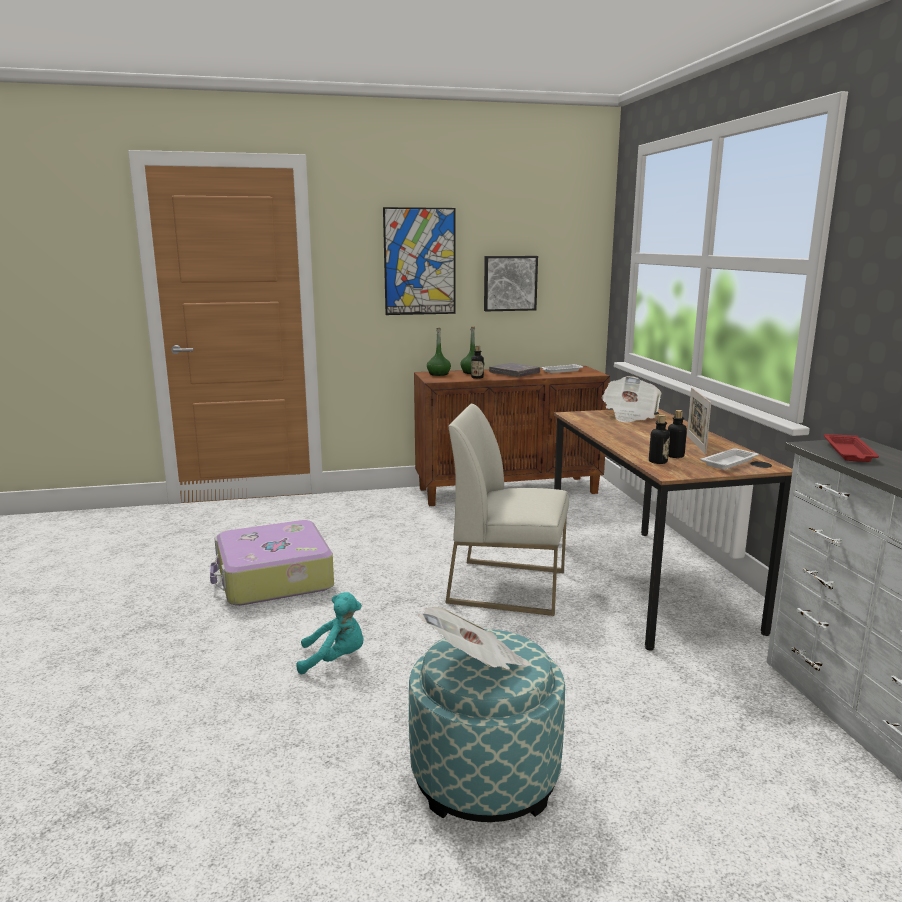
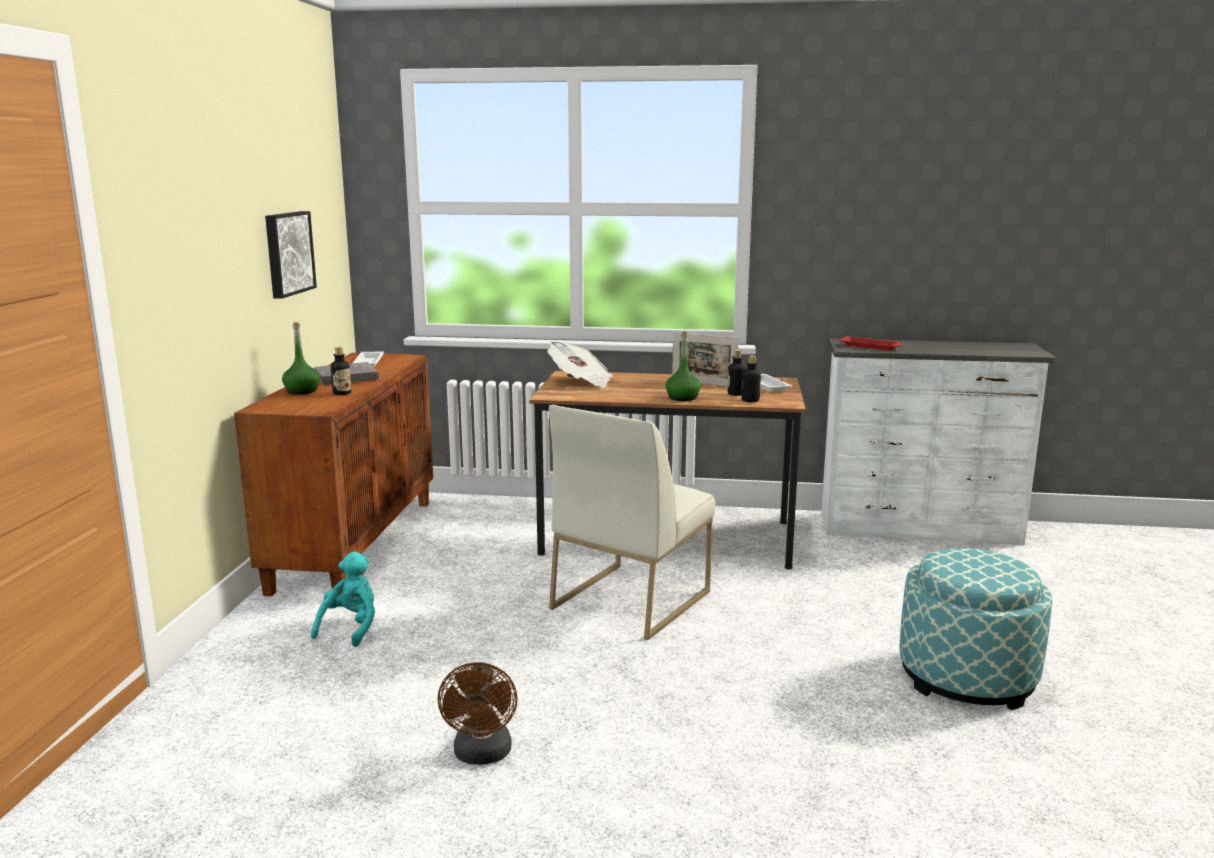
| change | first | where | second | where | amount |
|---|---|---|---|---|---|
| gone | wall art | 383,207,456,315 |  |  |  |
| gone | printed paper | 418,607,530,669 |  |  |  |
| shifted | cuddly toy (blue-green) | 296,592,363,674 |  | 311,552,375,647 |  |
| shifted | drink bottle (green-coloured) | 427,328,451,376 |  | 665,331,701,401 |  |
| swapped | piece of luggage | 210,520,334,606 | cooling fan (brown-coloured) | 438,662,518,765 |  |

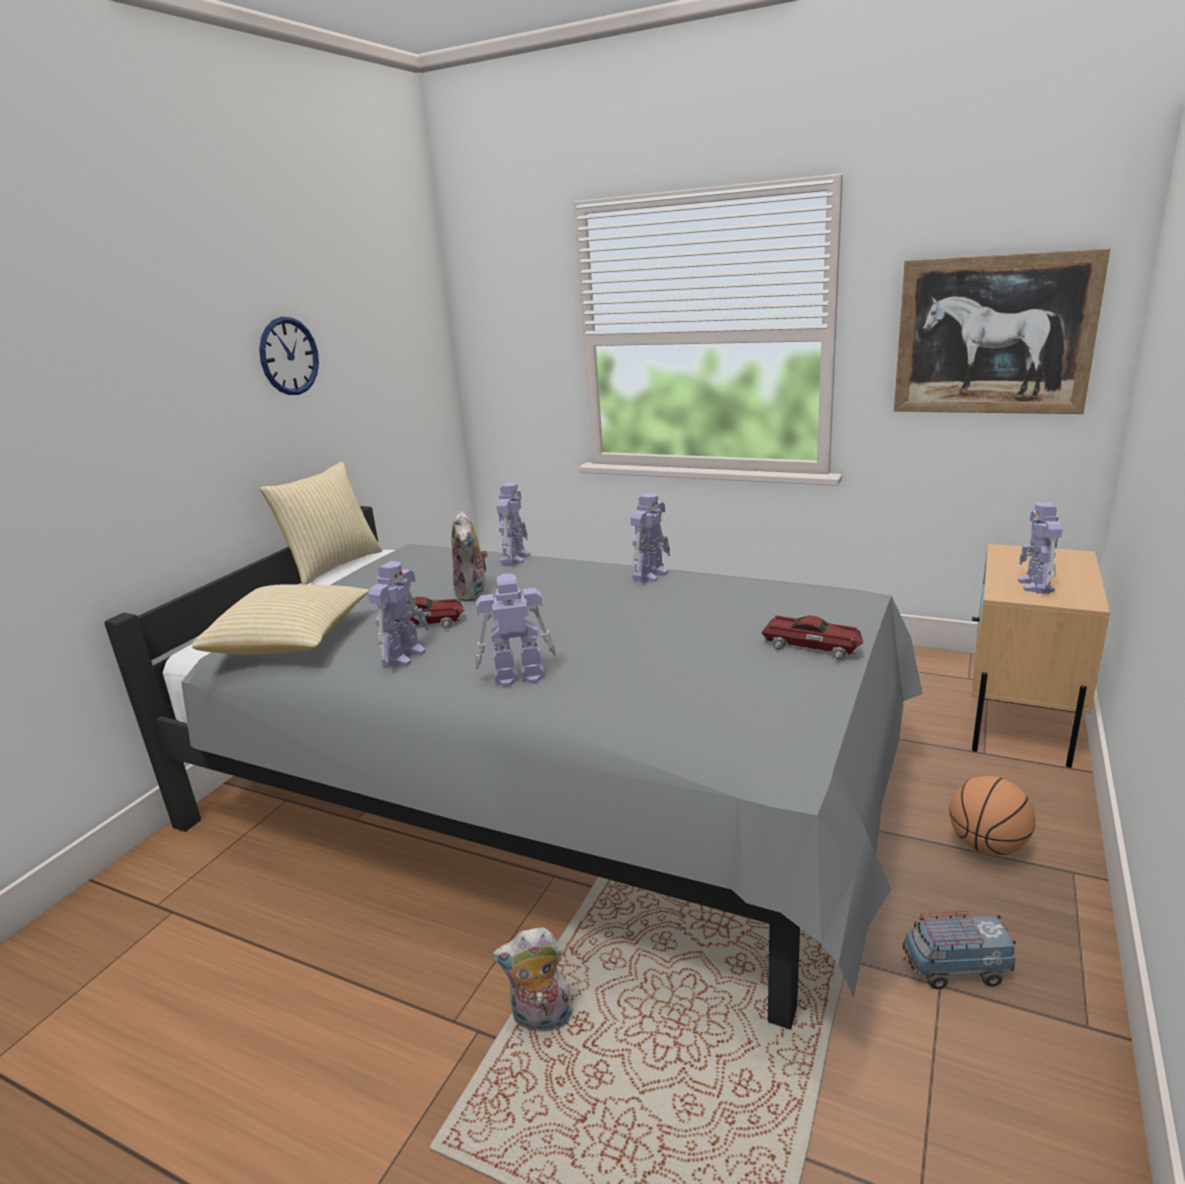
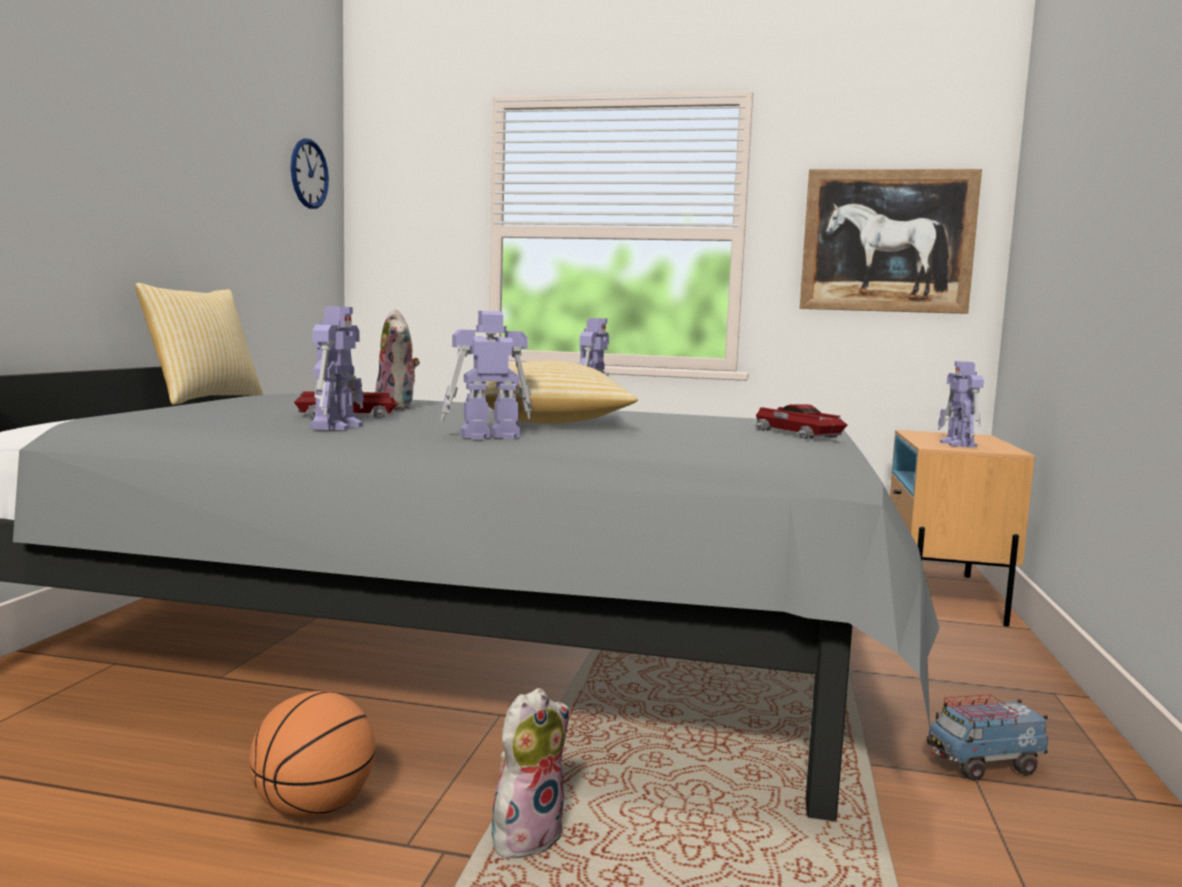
| change | first | where | second | where | amount |
|---|---|---|---|---|---|
| gone | toy robot | 496,483,531,565 |  |  |  |
| shifted | pillow | 192,584,369,654 |  | 483,360,638,424 |  |
| shifted | hanging clock | 259,317,319,395 |  | 291,139,329,209 |  |
| shifted | basketball ball | 949,776,1036,856 |  | 249,691,375,818 |  |
| rotated | cuddly toy | 493,927,576,1032 |  | 491,688,569,858 | 150 degrees clockwise |
| rotated | miniature car | 761,615,864,660 |  | 754,404,847,439 | 135 degrees counterclockwise |

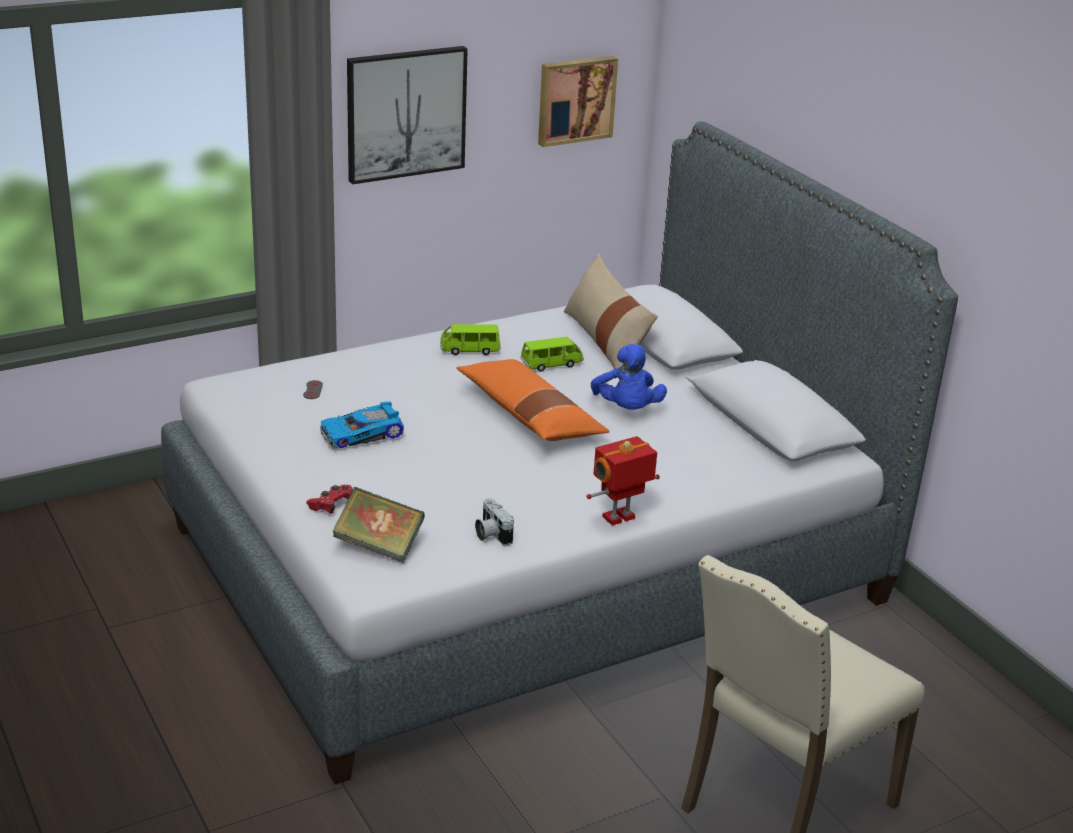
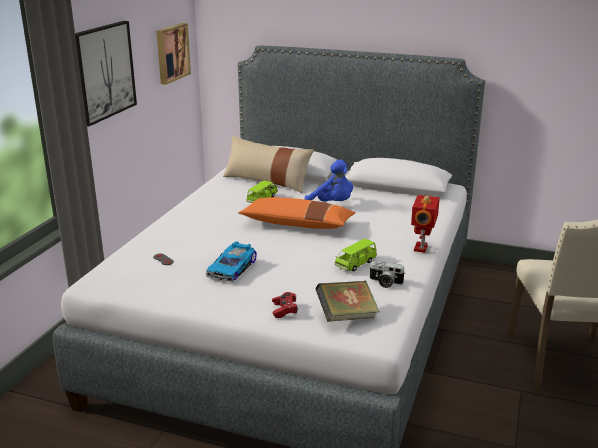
| change | first | where | second | where | amount |
|---|---|---|---|---|---|
| shifted | miniature car (green-coloured) | 440,324,501,355 |  | 334,239,377,271 |  |

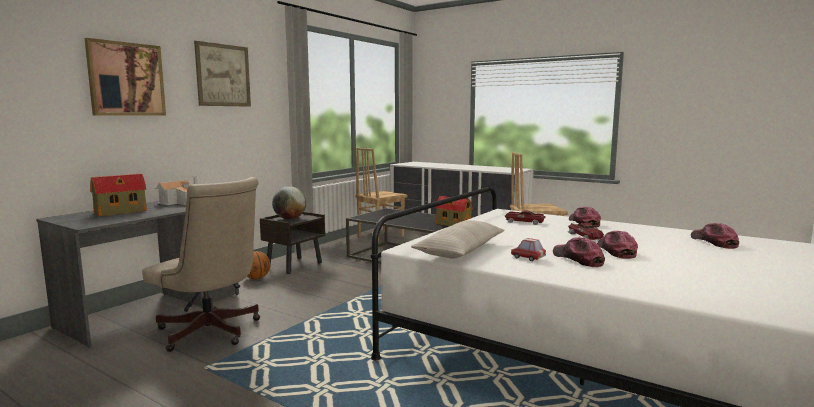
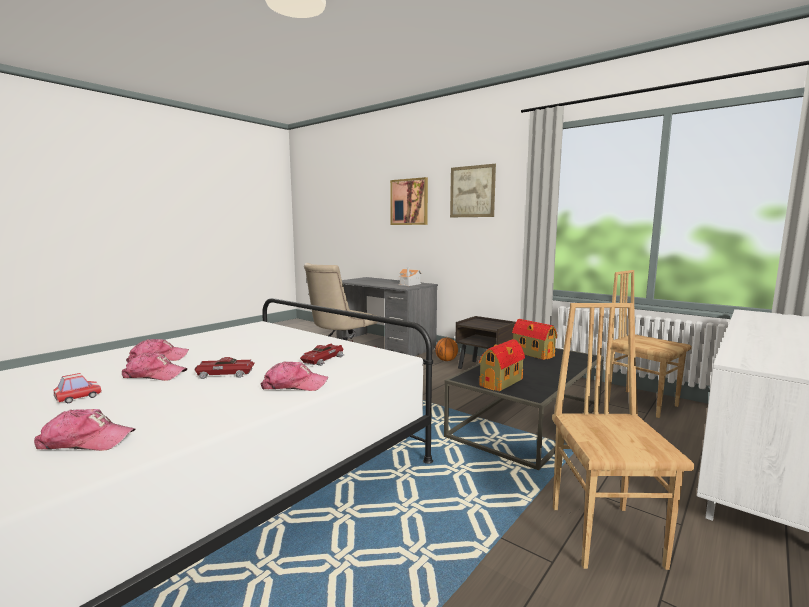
| change | first | where | second | where | amount |
|---|---|---|---|---|---|
| gone | desk globe | 272,186,306,220 |  |  |  |
| gone | pillow (beige) | 411,220,505,259 |  |  |  |
| shifted | model house | 90,174,147,216 |  | 512,319,557,360 |  |
| shifted | miniature car | 511,238,546,261 |  | 54,373,102,403 |  |

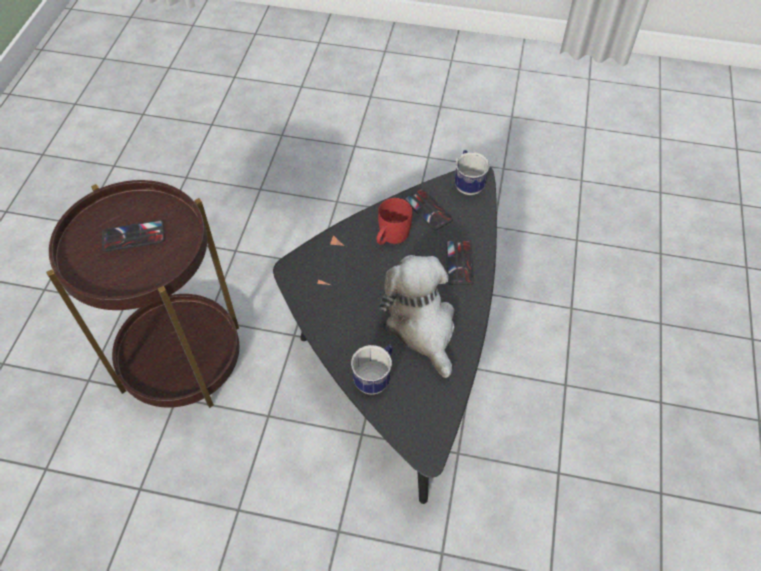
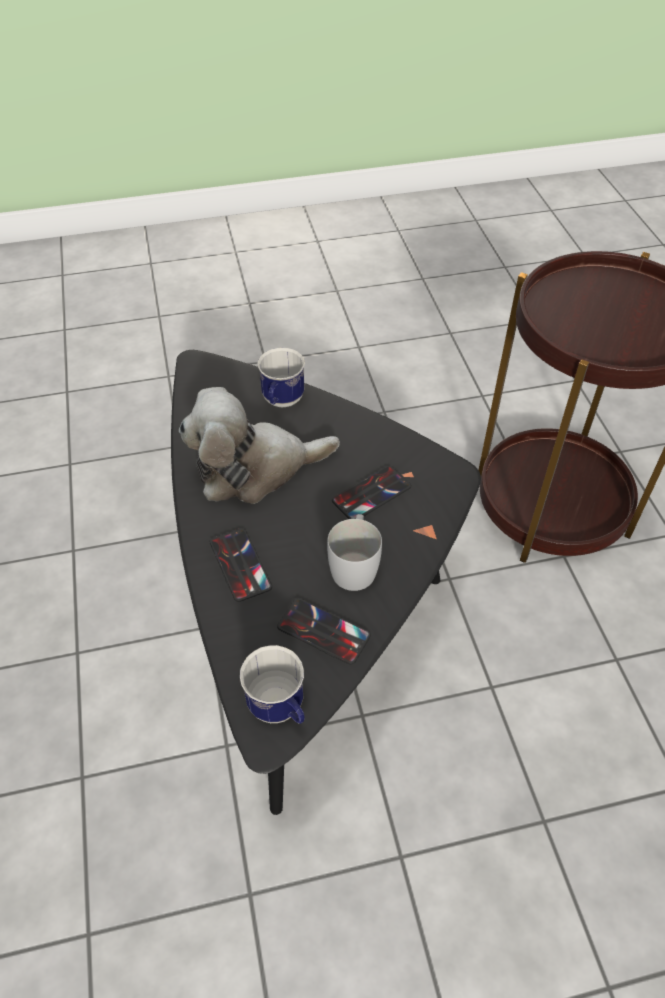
| change | first | where | second | where | amount |
|---|---|---|---|---|---|
| shifted | telephone | 102,220,165,252 |  | 332,465,411,519 |  |
| repainted | coffee mug (reddish) | 377,198,412,245 | coffee mug (white) | 327,514,382,591 |  |
| rotated | cuddly toy | 379,255,454,378 |  | 179,387,340,504 | 120 degrees clockwise |

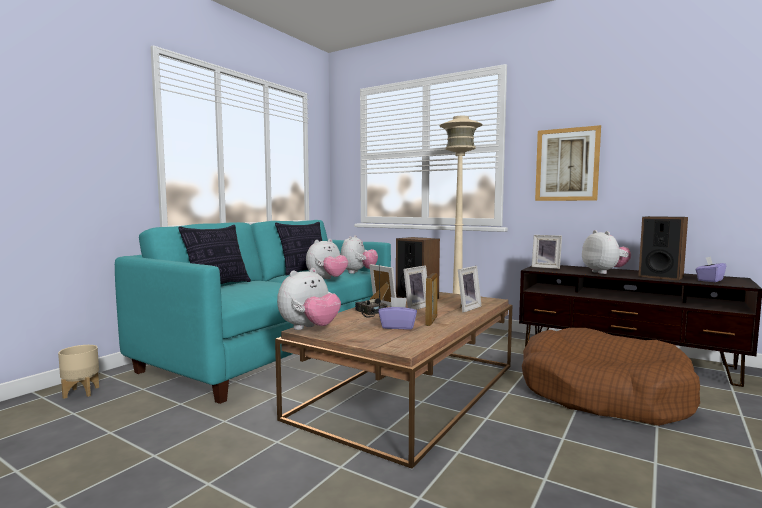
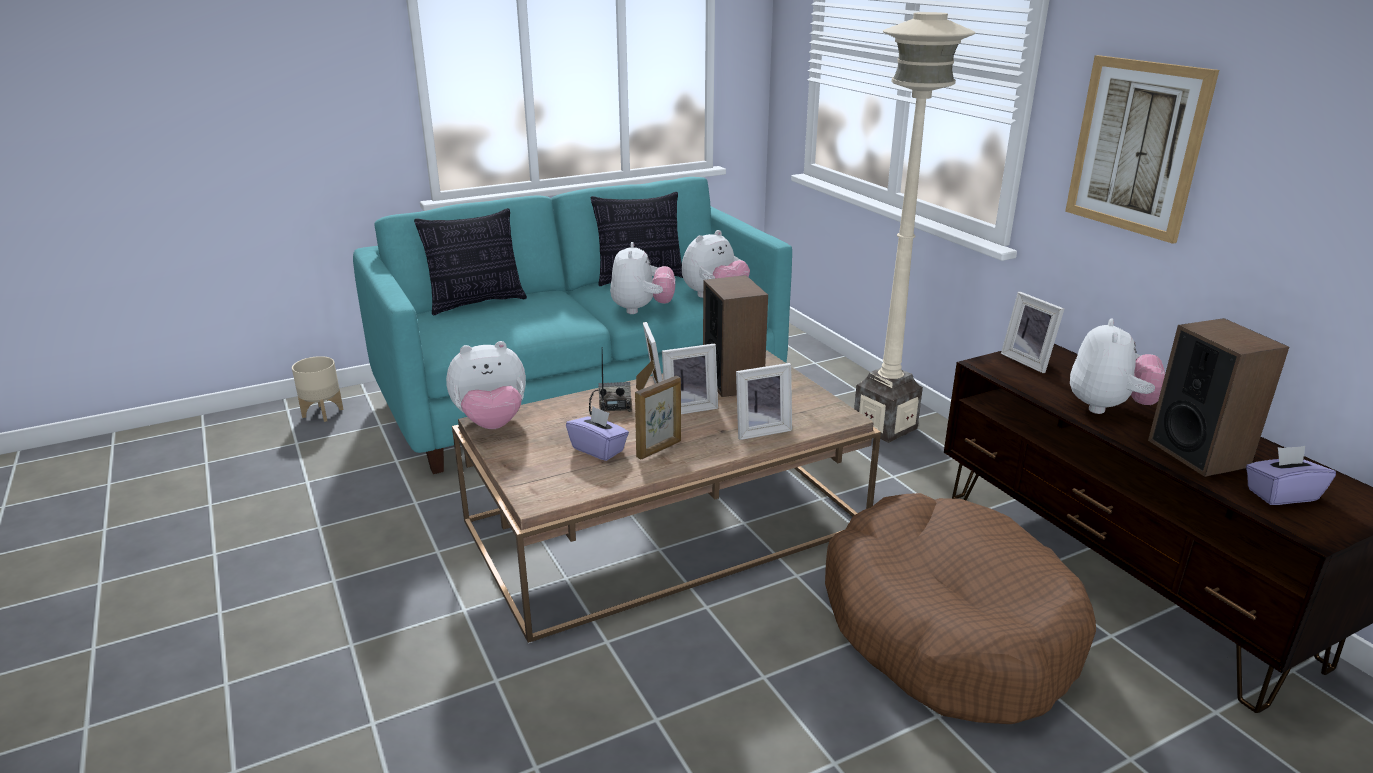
| change | first | where | second | where | amount |
|---|---|---|---|---|---|
| rotated | cuddly toy | 306,239,348,279 |  | 610,242,675,314 | 75 degrees counterclockwise |

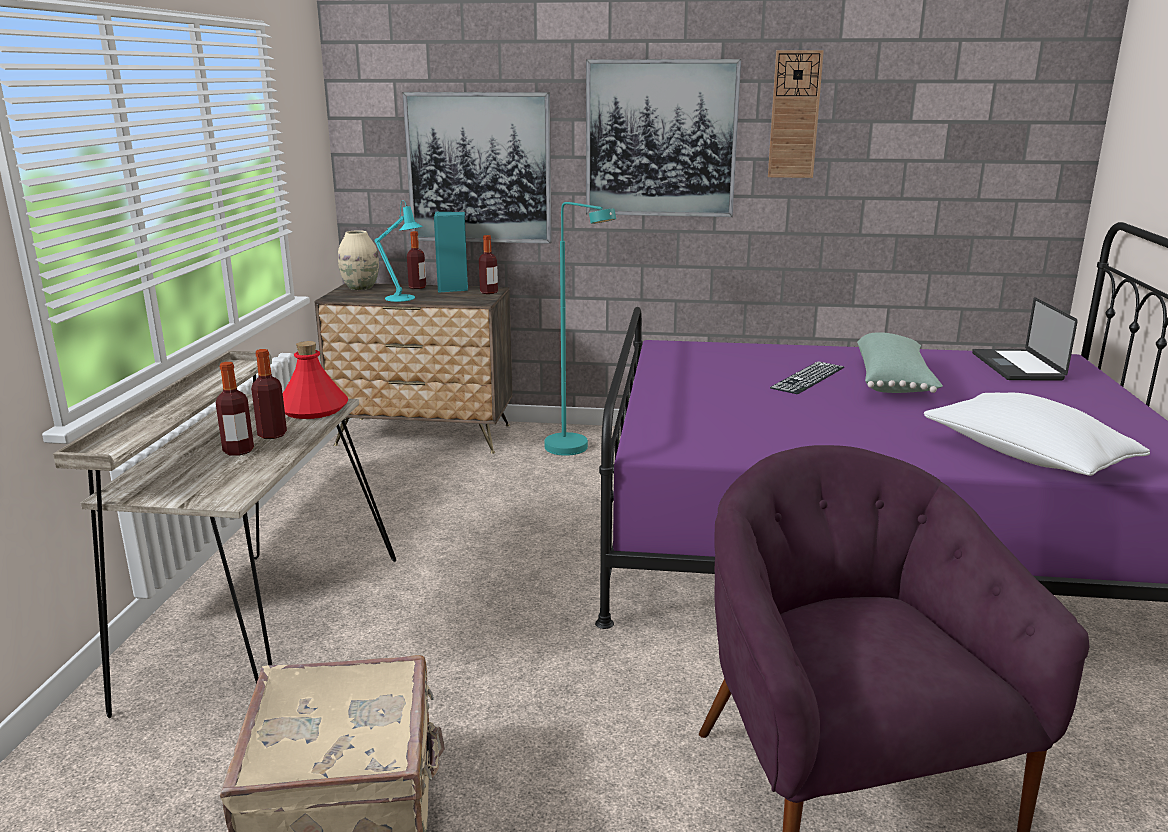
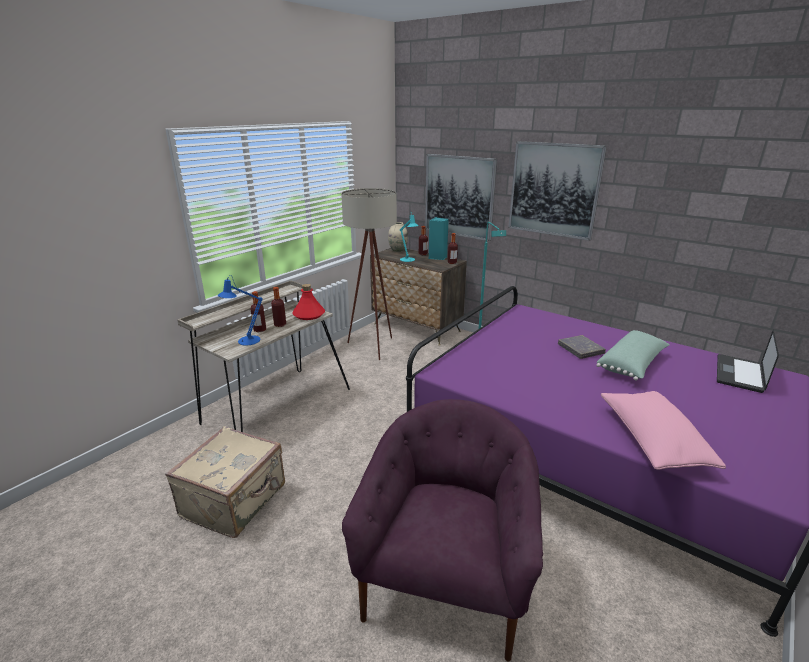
| change | first | where | second | where | amount |
|---|---|---|---|---|---|
| gone | hanging clock | 768,50,824,178 |  |  |  |
| new |  |  | tabletop lamp (bluish) | 218,275,263,346 |  |
| new |  |  | standard lamp (beige) | 341,188,397,360 |  |
| swapped | PC keyboard | 770,362,844,394 | volume (grey) | 558,335,606,359 |  |
| repainted | pillow (white) | 924,392,1150,476 | pillow (pink) | 601,391,726,470 |  |

